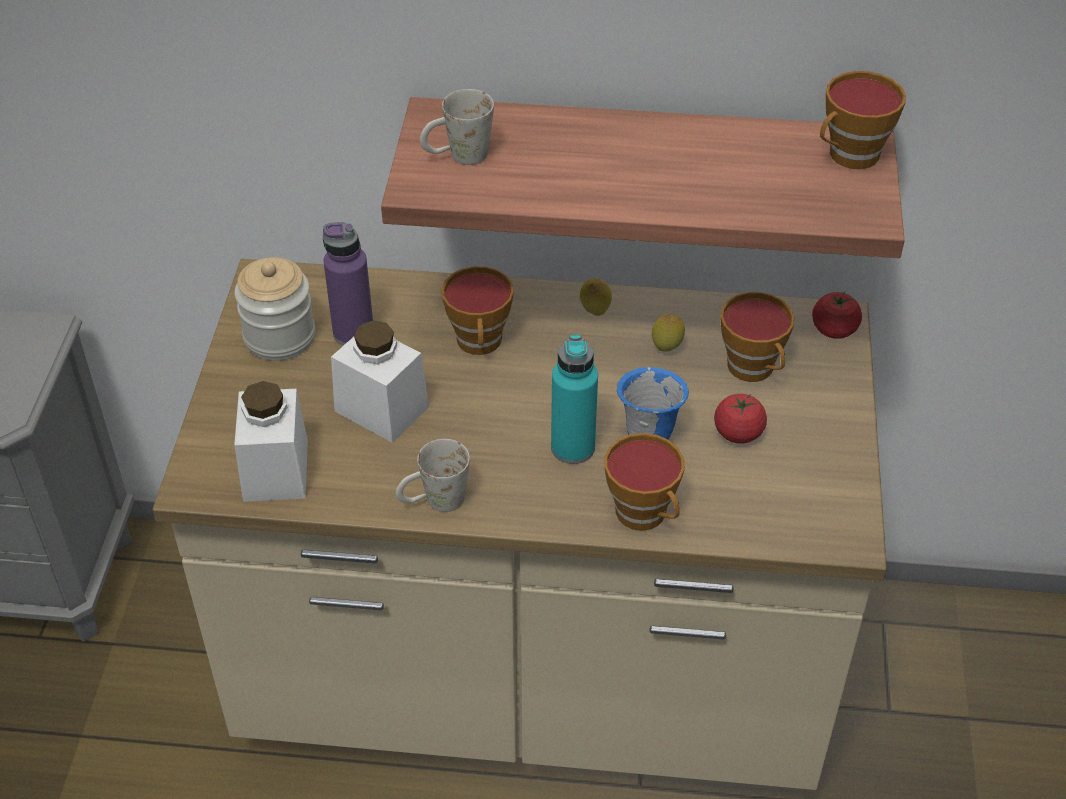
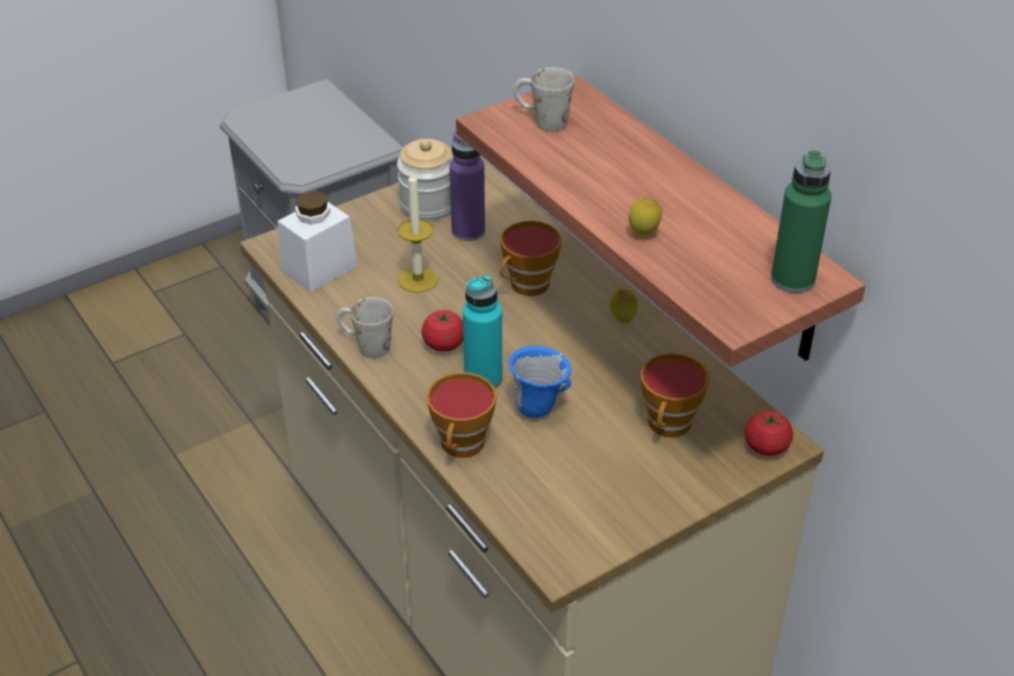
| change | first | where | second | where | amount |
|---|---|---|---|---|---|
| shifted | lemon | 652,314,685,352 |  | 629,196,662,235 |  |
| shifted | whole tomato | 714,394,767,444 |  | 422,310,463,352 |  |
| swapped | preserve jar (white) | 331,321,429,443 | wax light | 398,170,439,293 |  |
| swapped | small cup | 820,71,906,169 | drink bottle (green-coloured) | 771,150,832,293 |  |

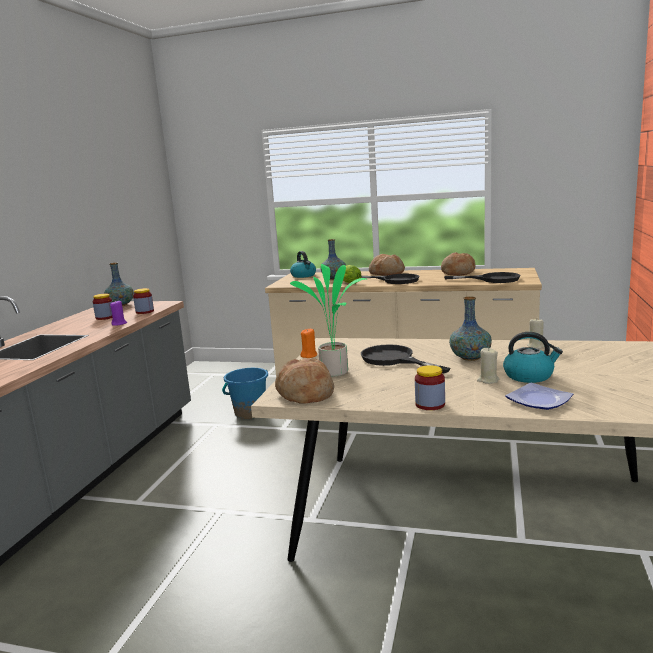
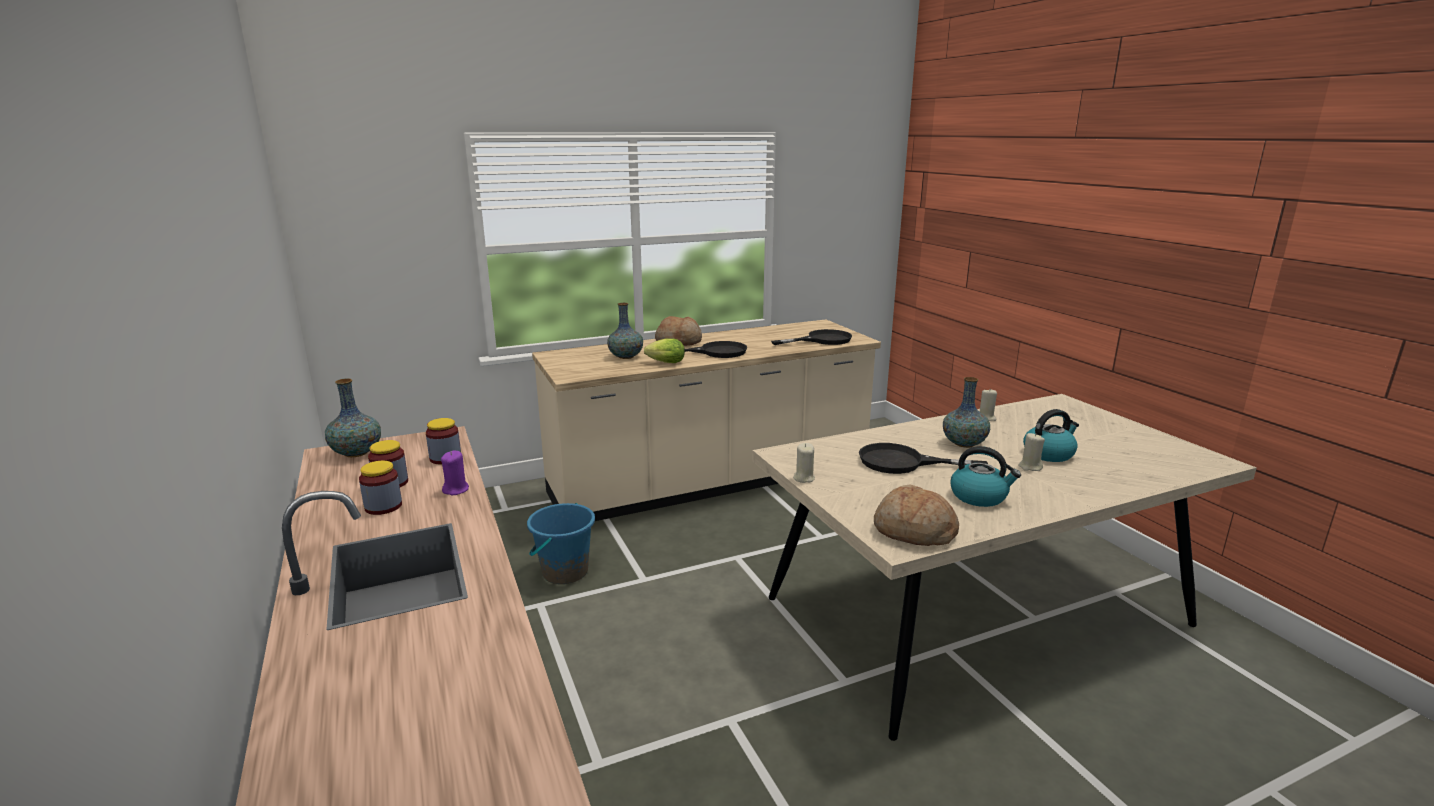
| change | first | where | second | where | amount |
|---|---|---|---|---|---|
| gone | houseplant | 290,264,366,377 |  |  |  |
| gone | baked bread | 441,252,475,276 |  |  |  |
| gone | plate | 505,383,573,410 |  |  |  |
| shifted | water kettle | 290,251,316,278 |  | 950,446,1021,507 |  |
| shifted | preserve jar | 415,365,445,410 |  | 359,461,402,515 |  |
| repainted | wax light (orange) | 300,329,317,358 | wax light (beige) | 793,443,815,483 |  |

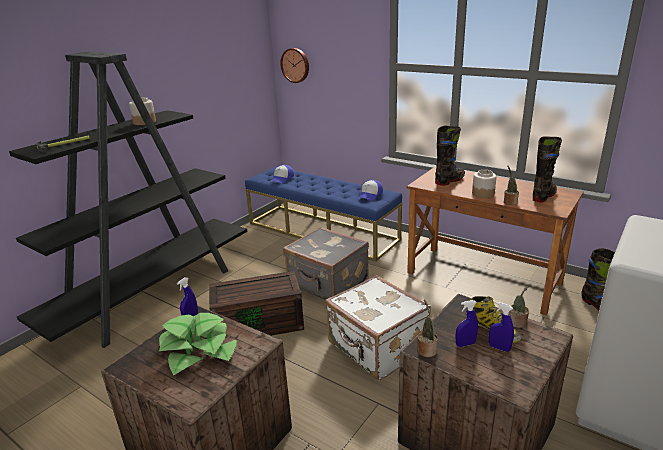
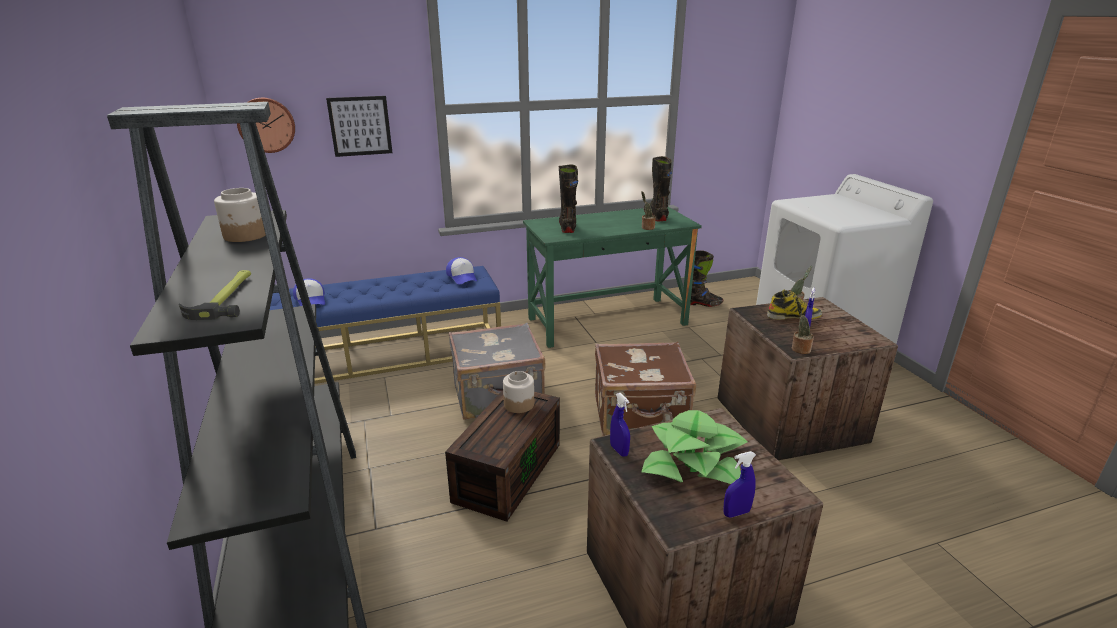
| change | first | where | second | where | amount |
|---|---|---|---|---|---|
| new |  |  | wall art | 326,96,392,157 |  |
| shifted | preserve jar | 472,170,497,198 |  | 503,371,534,413 |  |
| shifted | sprayer (bluish) | 489,302,514,352 |  | 724,451,756,518 |  |
| repainted | piece of luggage (white) | 325,275,431,380 | piece of luggage (brown-coloured) | 595,342,696,436 |  |
| repainted | desk unit (brown-coloured) | 407,166,584,315 | desk unit (green-coloured) | 523,207,702,348 |  |

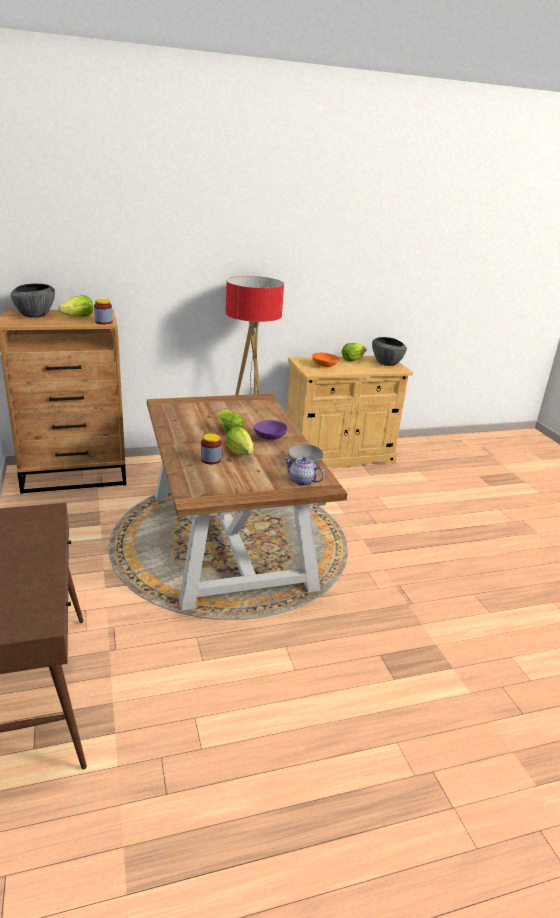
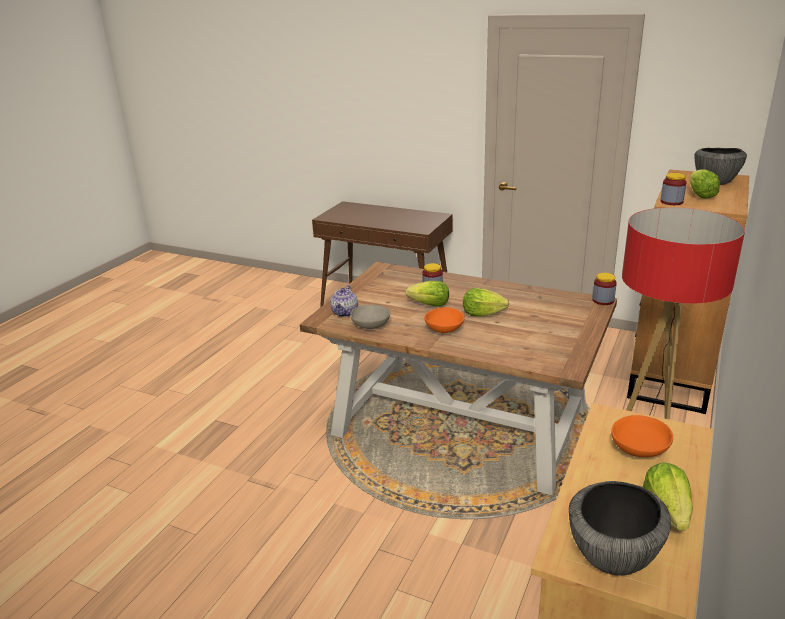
| change | first | where | second | where | amount |
|---|---|---|---|---|---|
| new |  |  | preserve jar | 592,273,617,305 |  |
| repainted | serving bowl (purple) | 254,420,288,440 | serving bowl (orange) | 424,307,465,333 |  |
| rotated | teapot | 284,457,325,486 |  | 330,285,358,317 | 120 degrees clockwise |

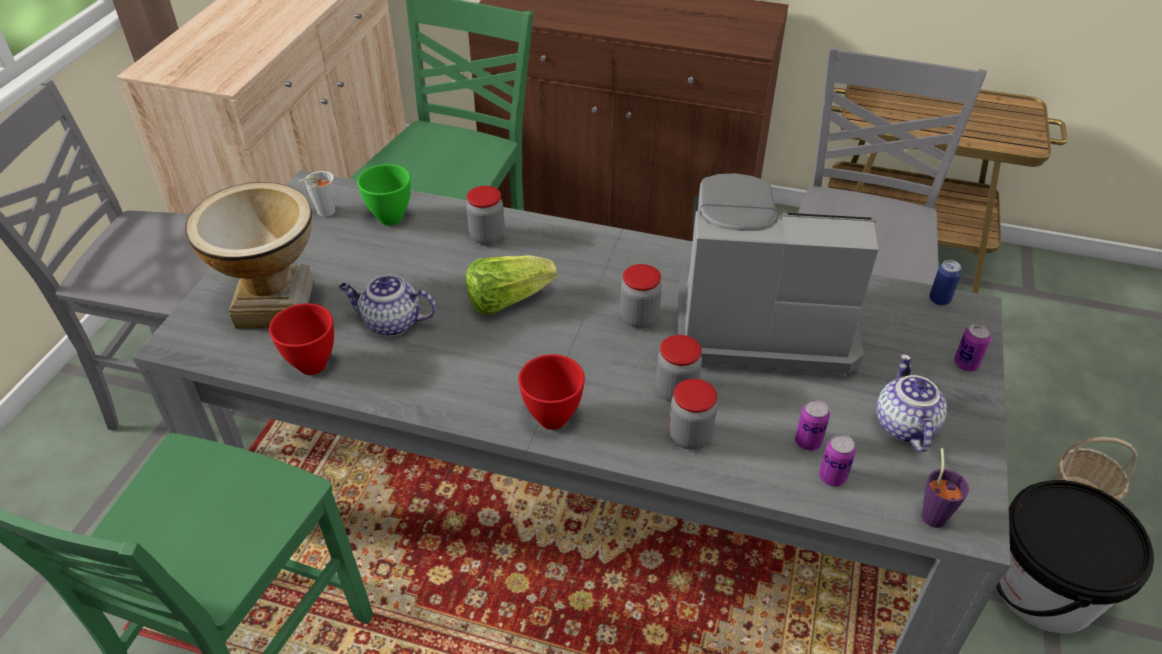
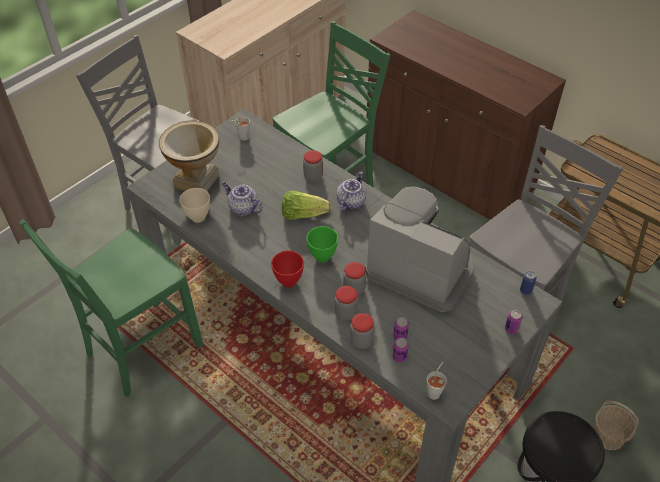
| change | first | where | second | where | amount |
|---|---|---|---|---|---|
| shifted | serving bowl (green-coloured) | 357,164,411,226 |  | 306,226,338,263 |  |
| shifted | preserve jar | 620,264,662,328 |  | 350,313,374,349 |  |
| shifted | teapot | 876,354,947,452 |  | 337,172,366,211 |  |
| repainted | serving bowl (reddish) | 269,303,334,375 | serving bowl (beige) | 179,188,210,223 |  |
| repainted | small cup (purple) | 921,448,969,528 | small cup (grey) | 427,362,447,400 |  |

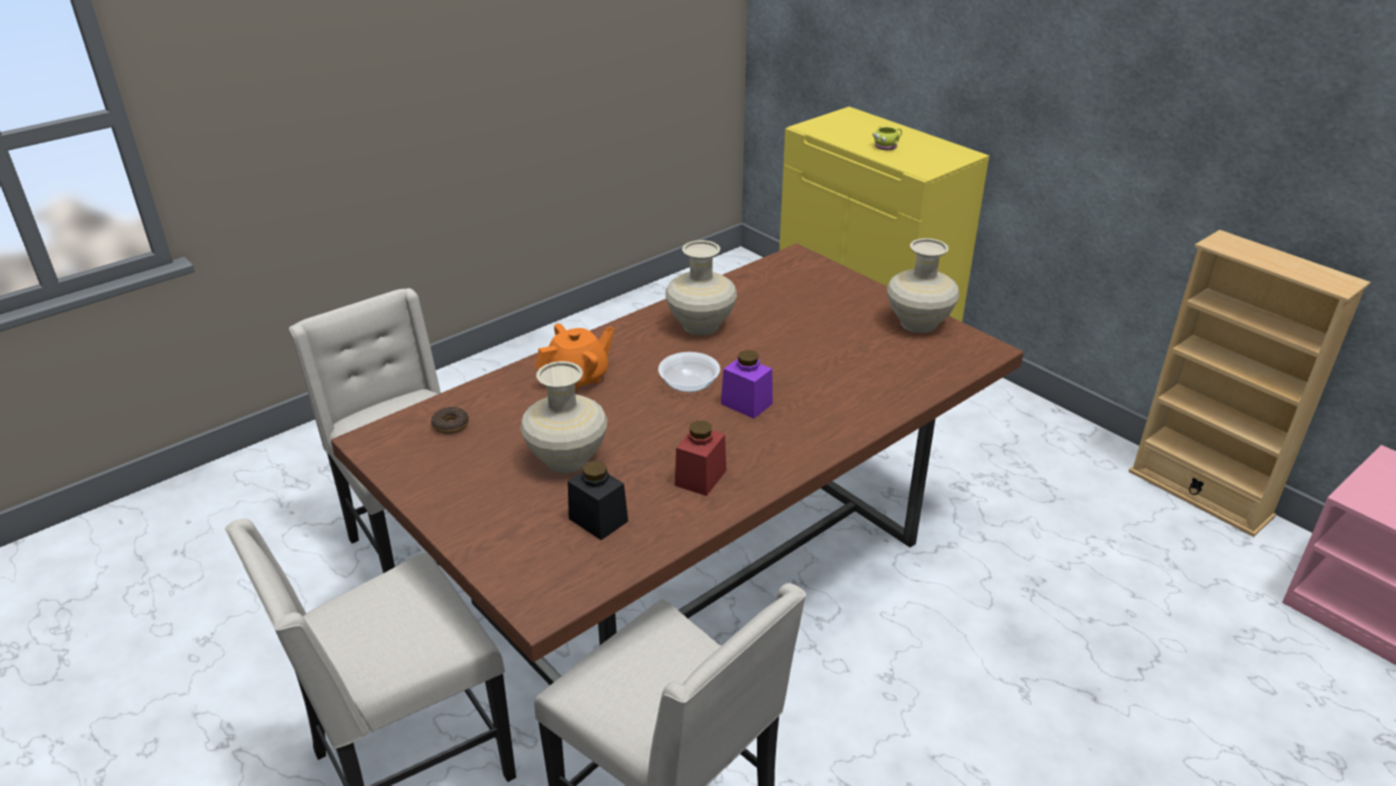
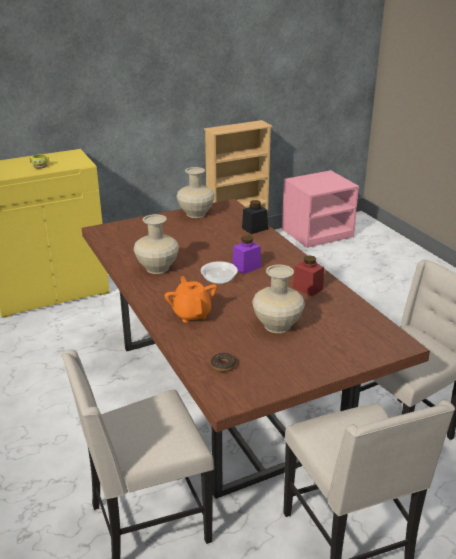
| change | first | where | second | where | amount |
|---|---|---|---|---|---|
| shifted | preserve jar (blackish) | 568,461,628,540 |  | 242,200,268,234 |  |

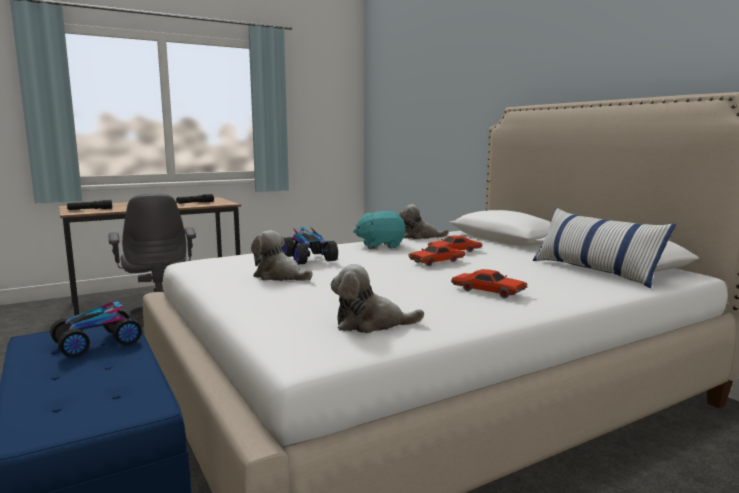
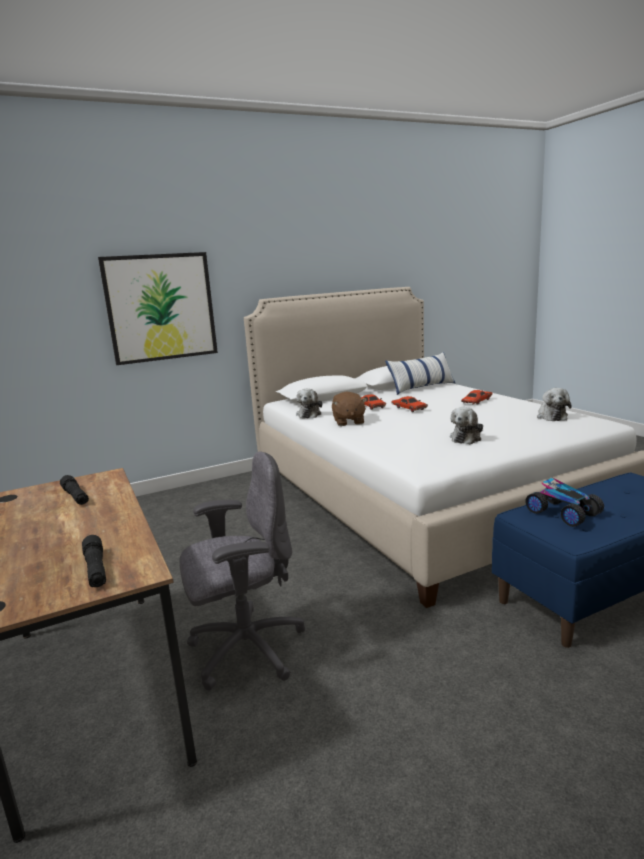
| change | first | where | second | where | amount |
|---|---|---|---|---|---|
| gone | miniature car | 281,227,338,265 |  |  |  |
| new |  |  | wall art | 98,252,218,365 |  |
| repainted | cuddly toy (blue-green) | 353,211,405,249 | cuddly toy (brown-coloured) | 332,392,367,426 |  |

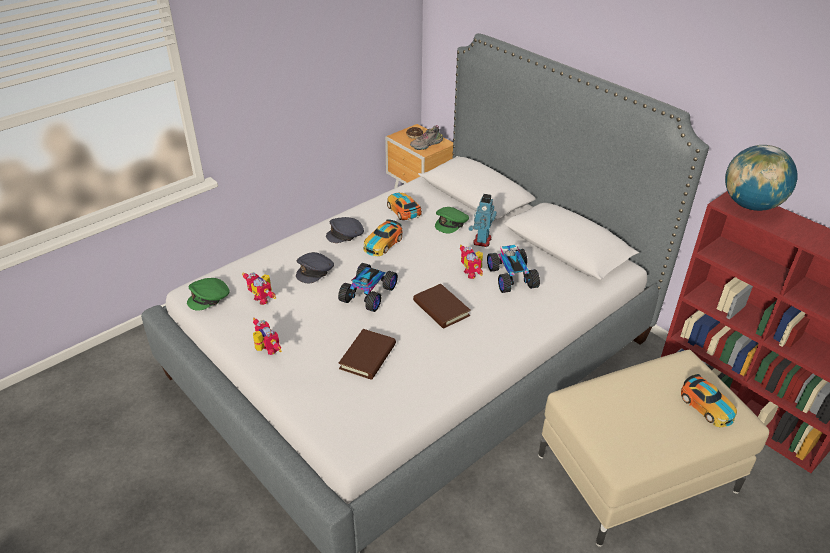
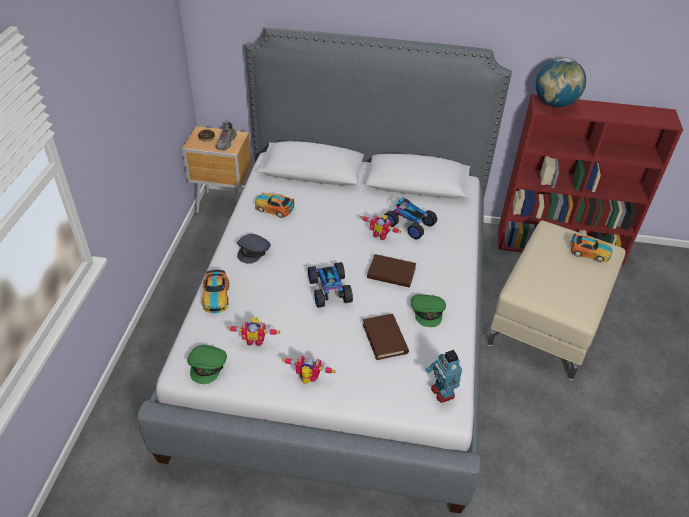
| change | first | where | second | where | amount |
|---|---|---|---|---|---|
| gone | peaked cap (grey) | 296,252,334,283 |  |  |  |
| shifted | miniature car | 363,219,402,256 |  | 202,270,229,314 |  |
| shifted | peaked cap (green-coloured) | 435,207,469,233 |  | 411,294,446,327 |  |
| shifted | toy robot | 469,194,497,247 |  | 426,350,462,403 |  |

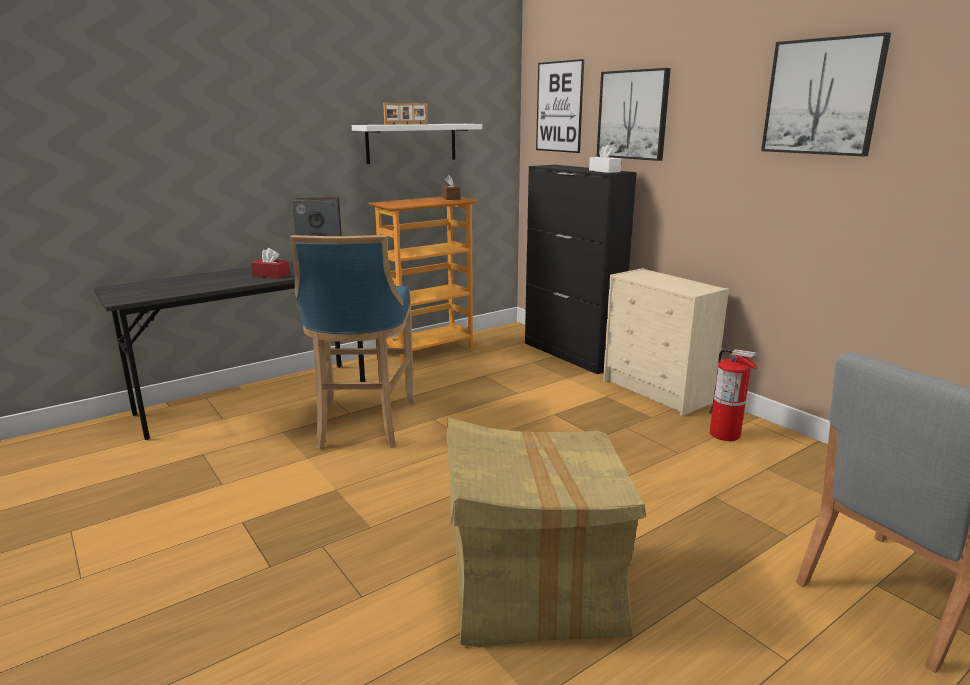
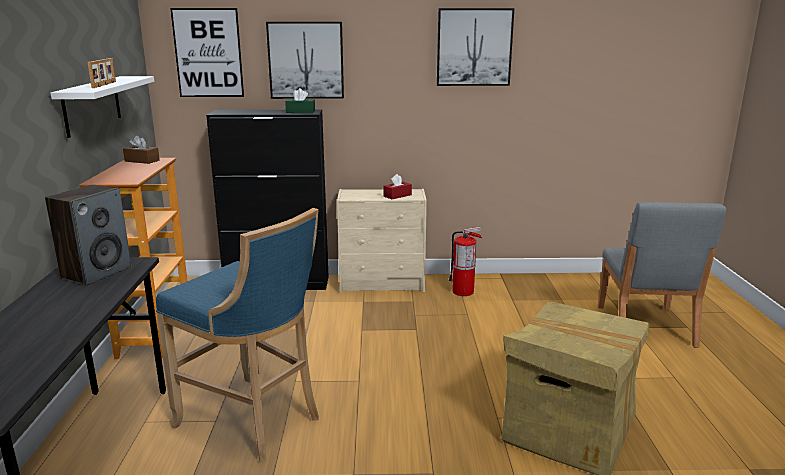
| change | first | where | second | where | amount |
|---|---|---|---|---|---|
| shifted | box of tissues (reddish) | 251,248,290,278 |  | 383,174,412,199 |  |
| repainted | box of tissues (white) | 589,145,621,173 | box of tissues (green-coloured) | 285,88,315,113 |  |

